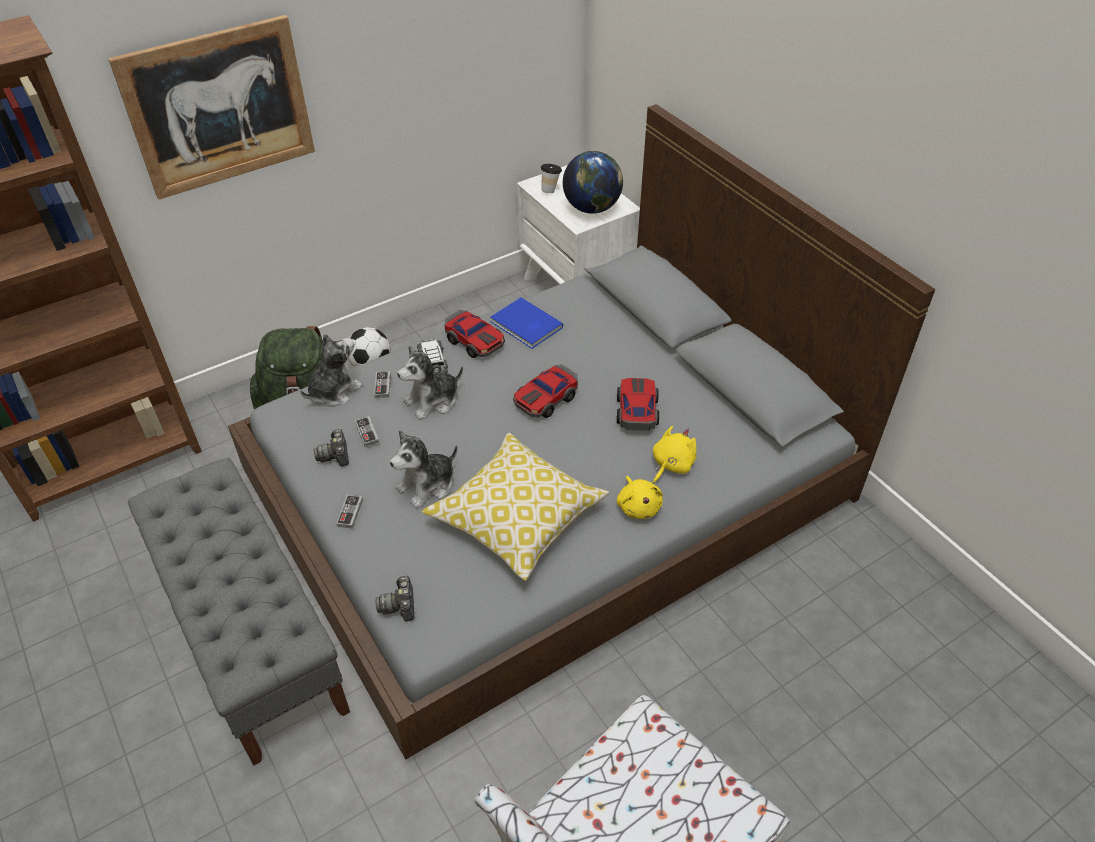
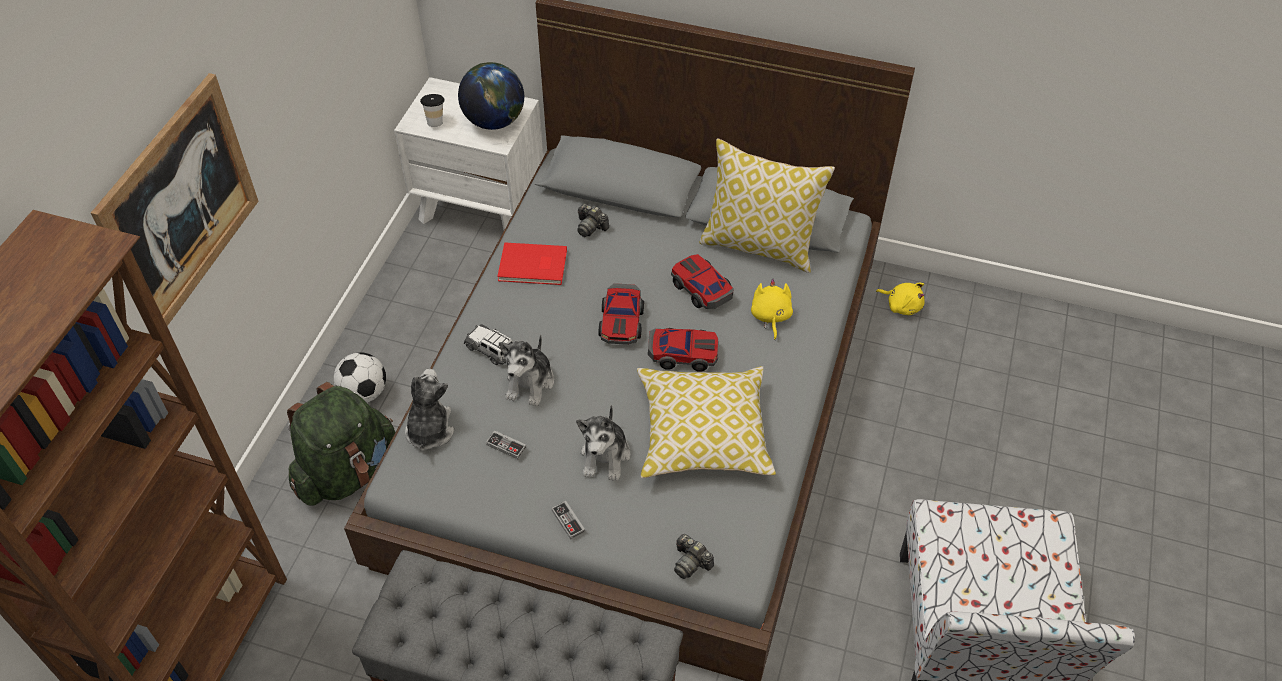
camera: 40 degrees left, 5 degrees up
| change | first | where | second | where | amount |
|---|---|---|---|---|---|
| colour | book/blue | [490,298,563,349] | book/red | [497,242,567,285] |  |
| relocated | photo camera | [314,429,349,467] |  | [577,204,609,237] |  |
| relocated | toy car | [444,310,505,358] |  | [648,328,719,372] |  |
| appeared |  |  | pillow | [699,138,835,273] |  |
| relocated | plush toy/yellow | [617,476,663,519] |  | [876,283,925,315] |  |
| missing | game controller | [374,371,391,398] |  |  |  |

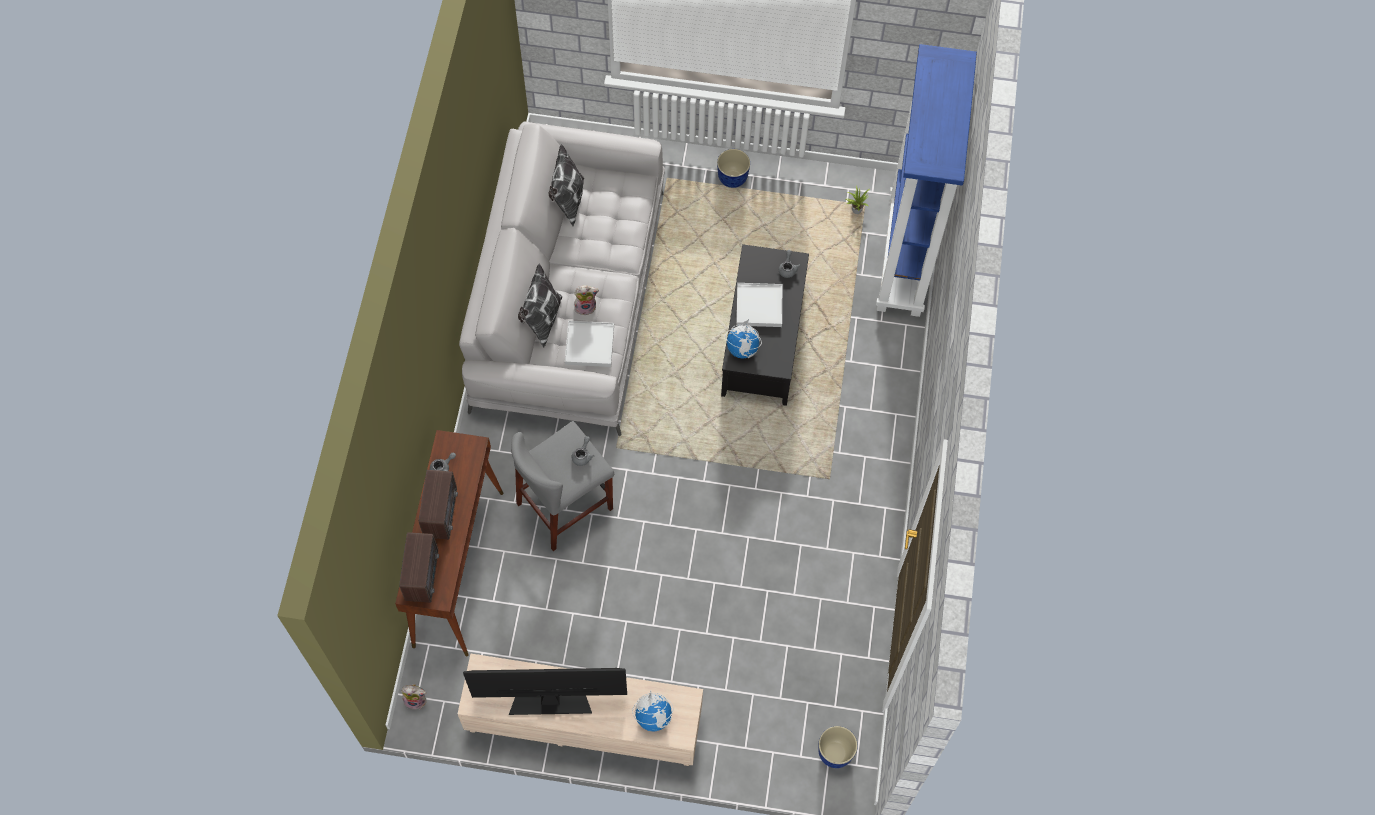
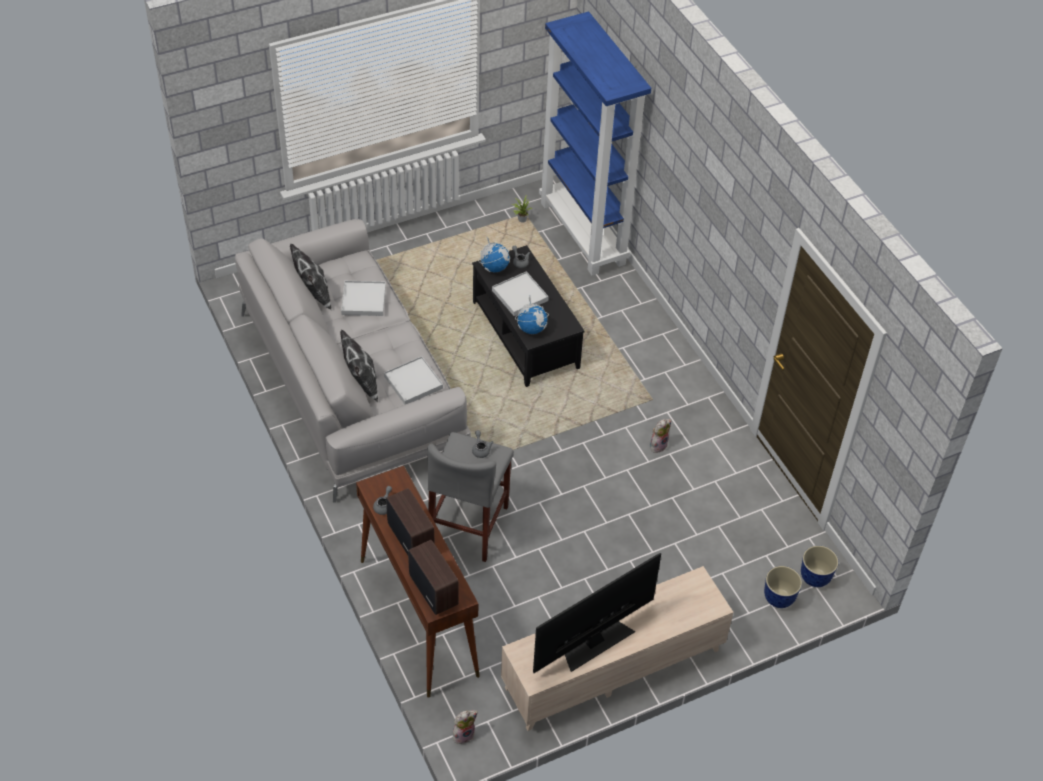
camera: 35 degrees left, 15 degrees down
| change | first | where | second | where | amount |
|---|---|---|---|---|---|
| appeared |  |  | tray/white | [341,281,386,316] |  |
| relocated | globe | [632,690,673,731] |  | [479,236,510,272] |  |
| relocated | plush toy | [574,285,599,315] |  | [650,419,671,453] |  |
| relocated | planter | [717,149,750,188] |  | [764,566,802,608] |  |

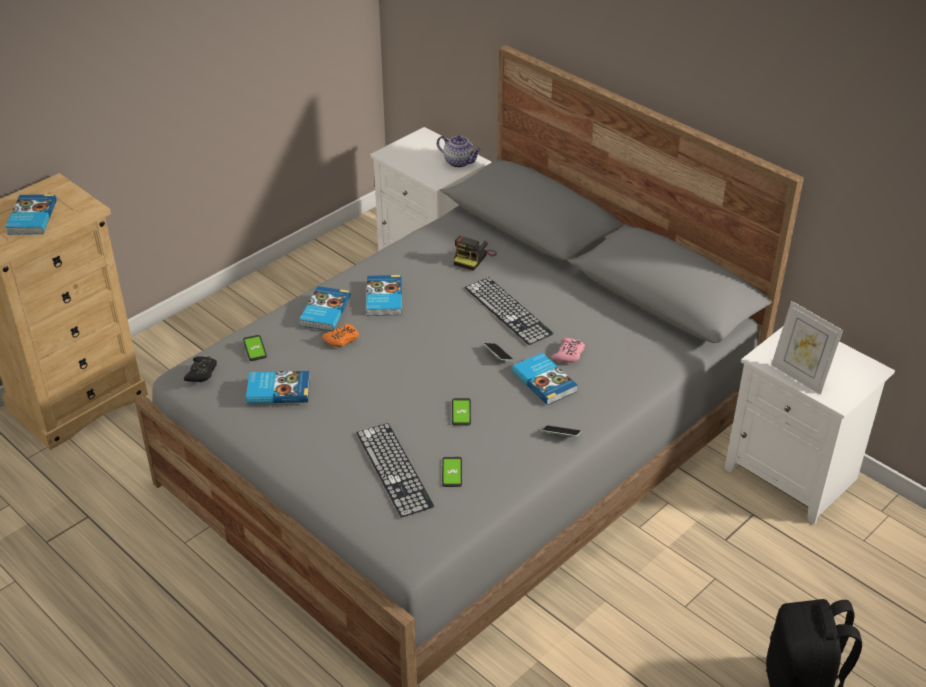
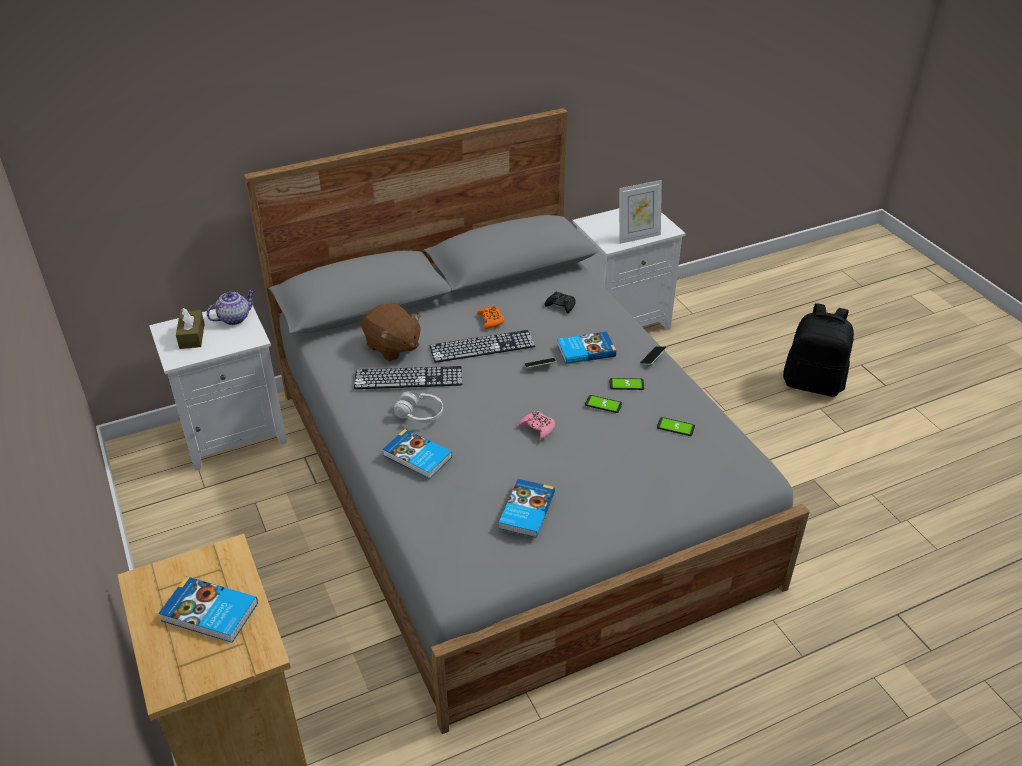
camera: 70 degrees left, 0 degrees up
| change | first | where | second | where | amount |
|---|---|---|---|---|---|
| appeared |  |  | tissue box/brown | [176,308,205,349] |  |
| relocated | keyboard | [356,423,434,518] |  | [354,366,462,389] |  |
| exchanged | photo camera | [454,236,497,271] | plush toy/brown | [362,303,421,362] |  |
| exchanged | book | [366,275,402,316] | headphones/white | [394,391,443,423] |  |
| relocated | game controller/orange | [322,323,359,347] |  | [477,306,505,329] |  |
| relocated | game controller/pink | [552,338,585,363] |  | [519,411,555,440] |  |
| relocated | game controller/black | [184,356,217,382] |  | [545,292,576,313] |  |
| relocated | phone | [243,335,267,361] |  | [609,378,644,390] |  |

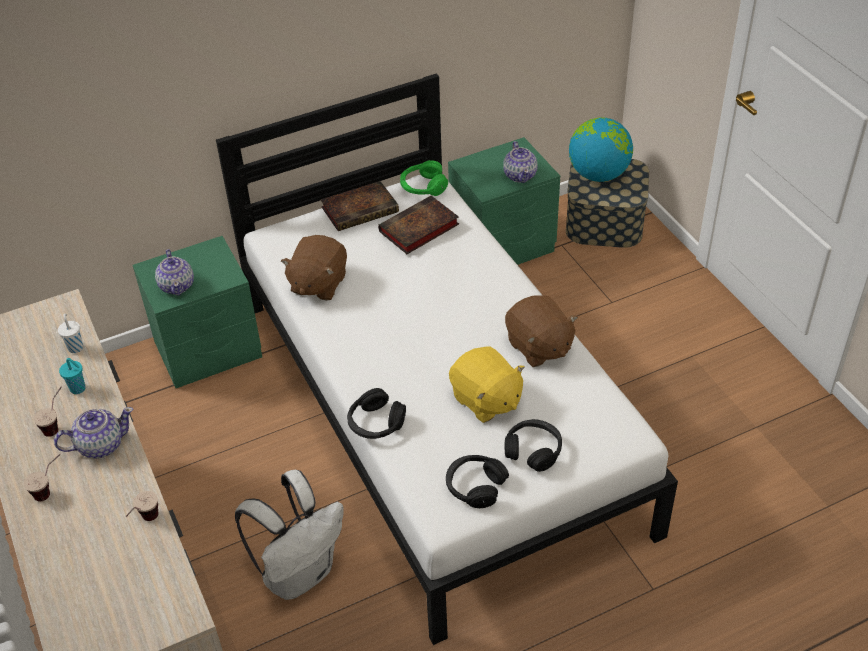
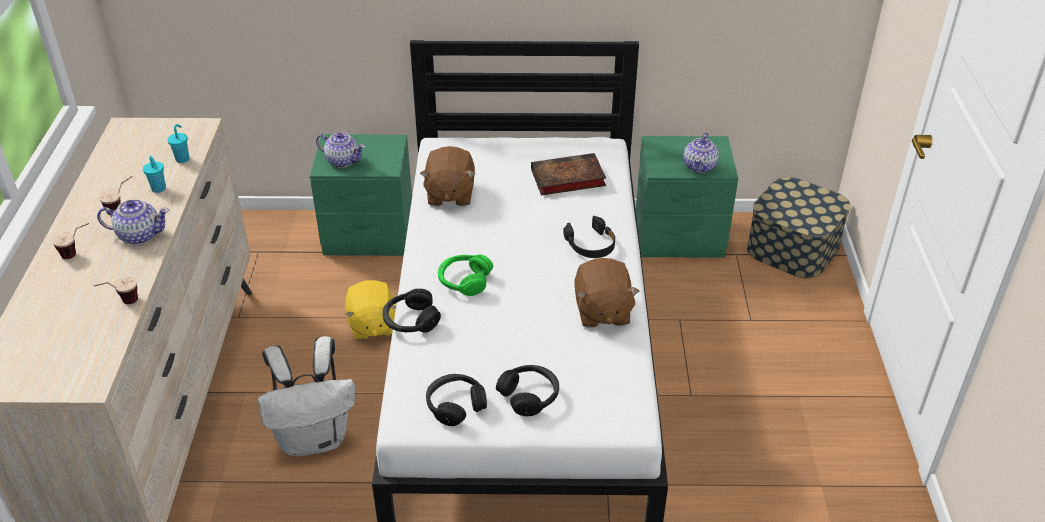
camera: 25 degrees right, 5 degrees down
| change | first | where | second | where | amount |
|---|---|---|---|---|---|
| colour | cup/white | [58,314,83,353] | cup/turquoise | [167,124,189,163] |  |
| spun | teapot | [155,249,194,296] |  | [316,133,365,168] | 75 degrees counterclockwise |
| relocated | plush toy/yellow | [449,346,525,423] |  | [345,280,396,340] |  |
| spun | plush toy/brown | [281,235,347,301] |  | [420,146,475,206] | 45 degrees counterclockwise |
| relocated | headphones/green | [400,160,448,196] |  | [438,254,493,296] |  |
| appeared |  |  | headphones/black | [563,216,615,258] |  |
| missing | book | [321,181,399,231] |  |  |  |
| missing | globe | [569,117,633,182] |  |  |  |

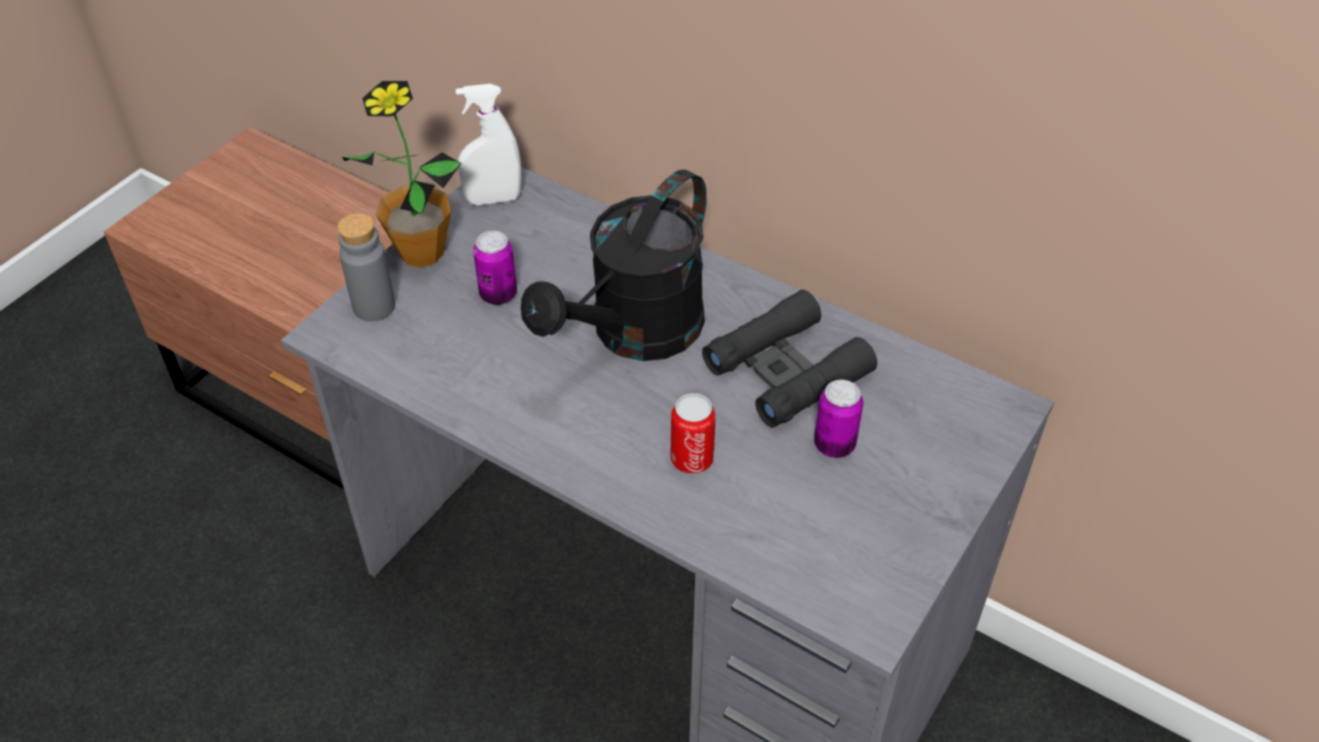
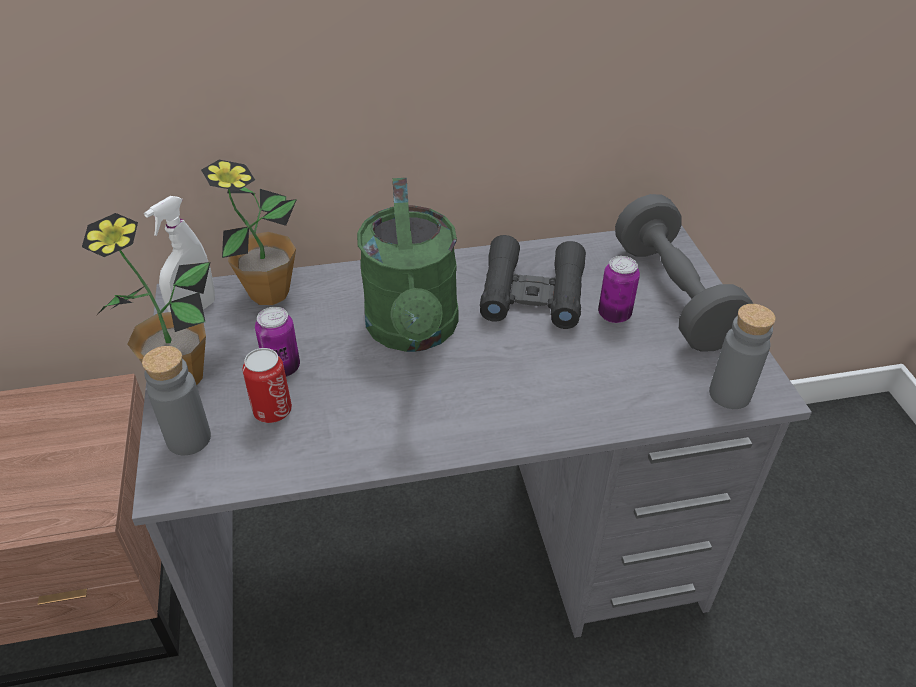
camera: 45 degrees left, 5 degrees down
| change | first | where | second | where | amount |
|---|---|---|---|---|---|
| appeared |  |  | potted plant | [201,160,297,305] |  |
| relocated | can | [670,393,716,474] |  | [242,348,292,423] |  |
| colour | watering can/black | [521,170,707,361] | watering can/green | [357,178,459,352] |  |
| appeared |  |  | dumbbell/grey | [615,194,753,352] |  |
| appeared |  |  | bottle/grey | [709,304,776,409] |  |

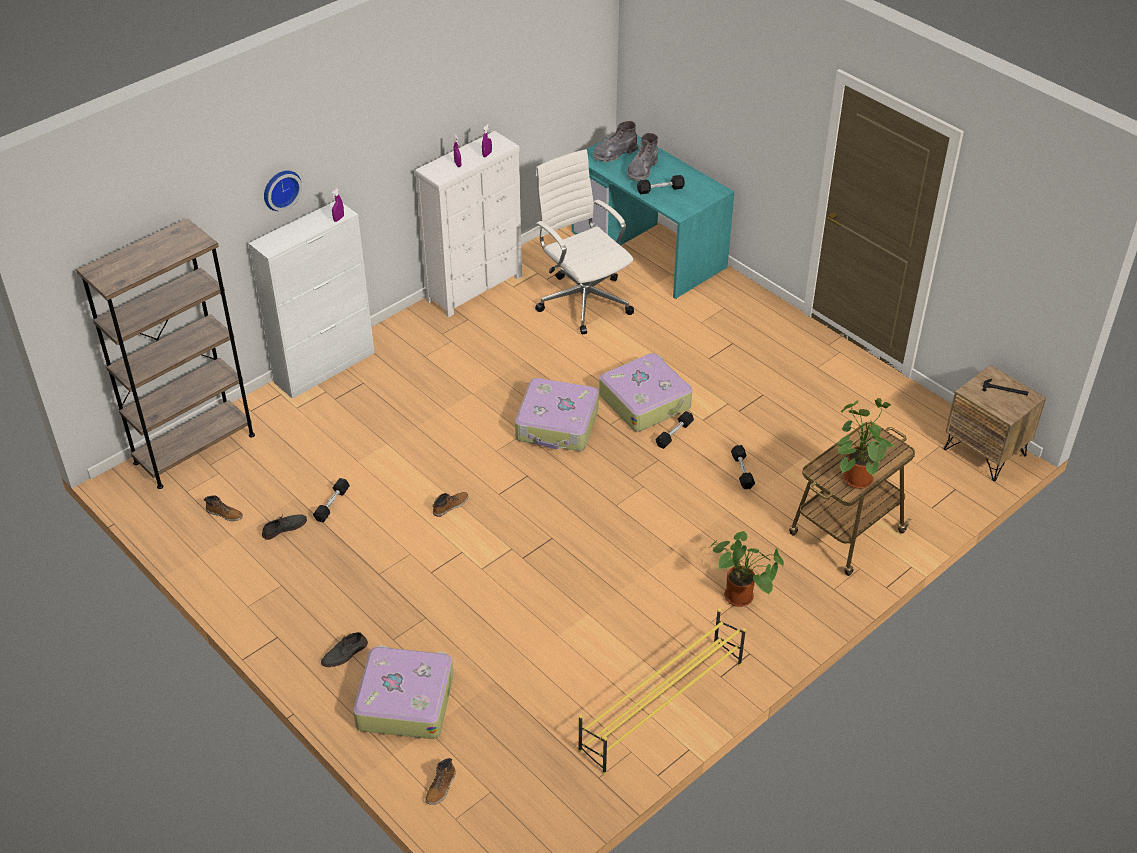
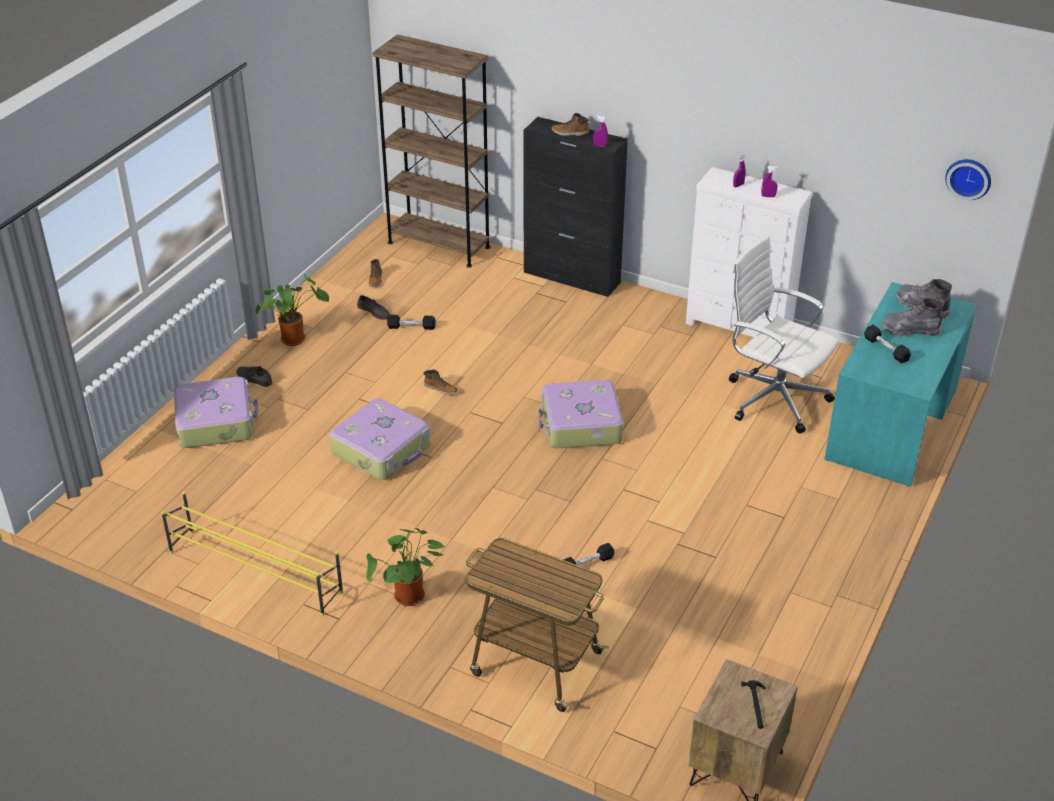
camera: 70 degrees right, 5 degrees down
| change | first | where | second | where | amount |
|---|---|---|---|---|---|
| relocated | potted plant | [837,398,895,489] |  | [255,274,329,346] |  |
| relocated | suitcase | [599,353,692,432] |  | [329,398,430,480] |  |
| colour | cabinet/white | [248,201,375,399] | cabinet/black | [523,117,628,297] |  |
| relocated | boot | [425,758,456,805] |  | [552,113,590,136] |  |
| spun | office chair/white | [535,149,634,335] |  | [729,235,839,433] | 90 degrees counterclockwise |
| relocated | wall clock | [264,170,302,211] |  | [945,159,991,200] |  |
| missing | dumbbell/black | [655,411,694,449] |  |  |  |

